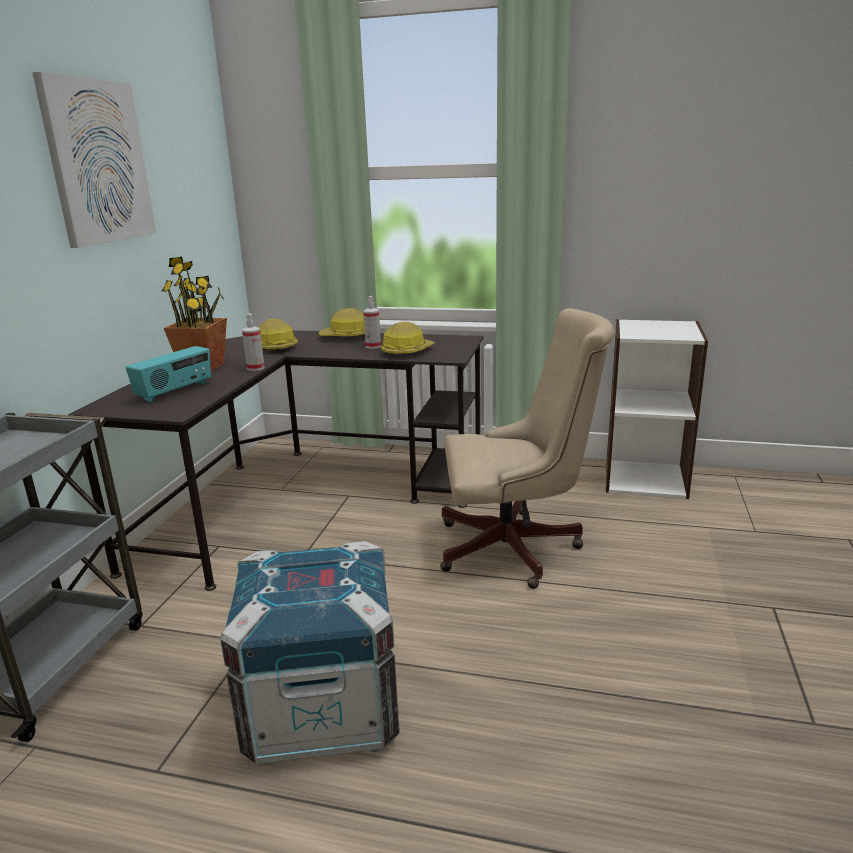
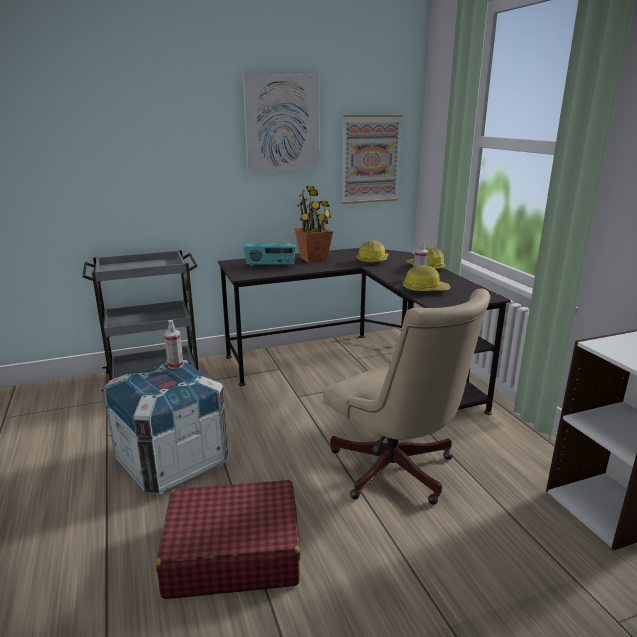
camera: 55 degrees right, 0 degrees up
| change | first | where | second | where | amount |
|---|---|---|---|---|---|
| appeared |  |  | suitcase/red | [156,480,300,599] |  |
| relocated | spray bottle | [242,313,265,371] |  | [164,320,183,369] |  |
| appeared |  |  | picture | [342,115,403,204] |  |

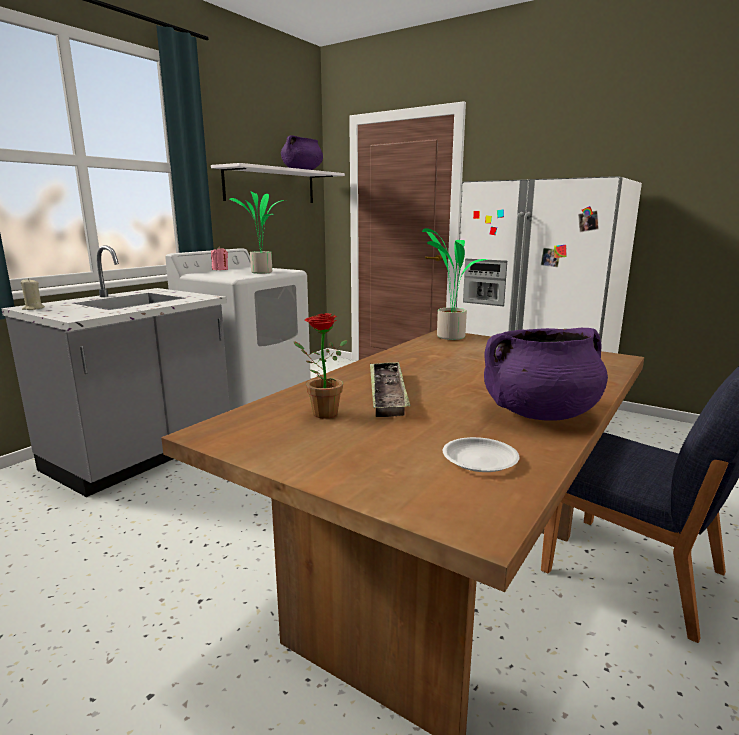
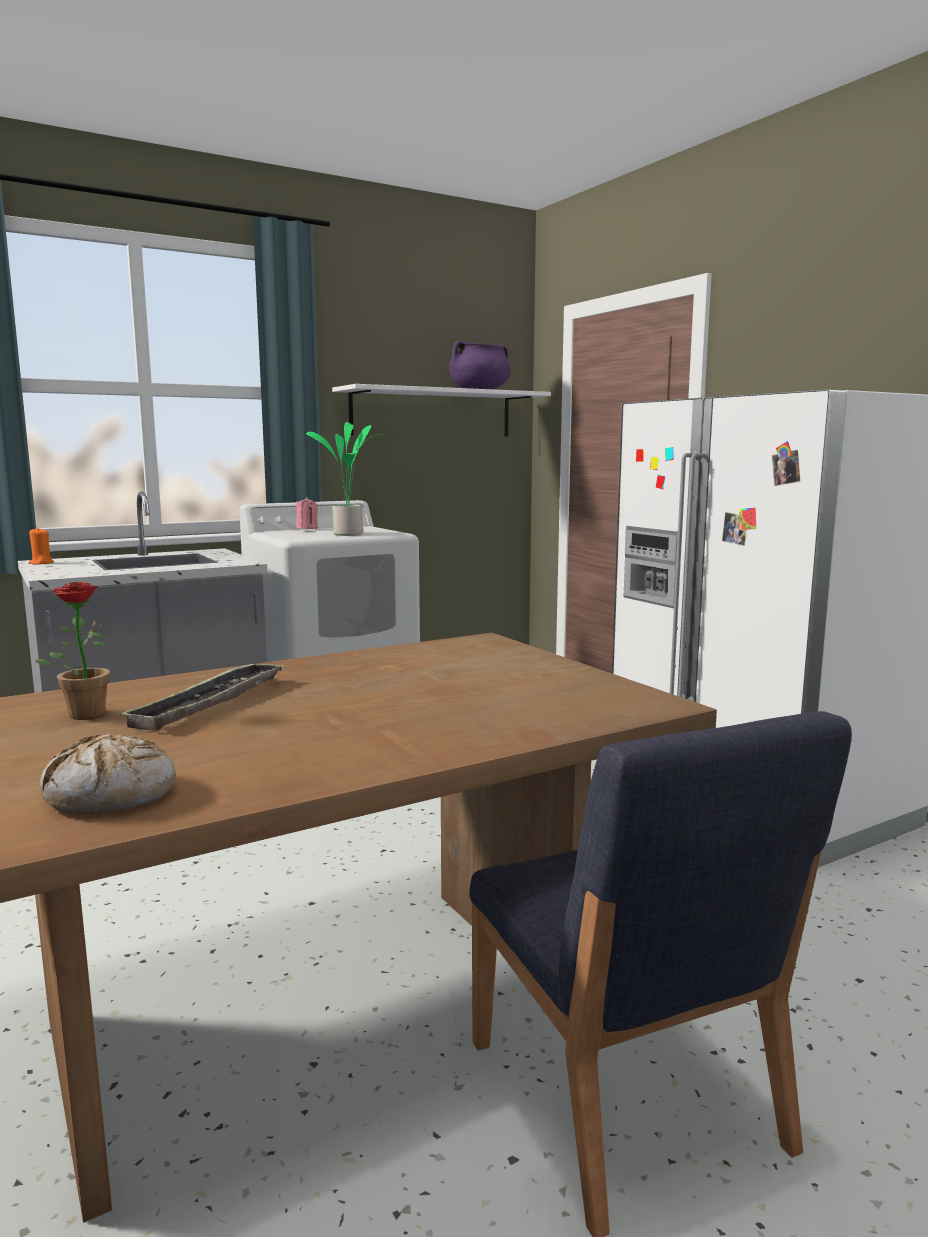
camera: 25 degrees right, 5 degrees down
| change | first | where | second | where | amount |
|---|---|---|---|---|---|
| colour | candle/beige | [21,278,45,310] | candle/orange | [29,527,54,565] |  |
| exchanged | plate/white | [443,437,520,472] | bread | [39,733,176,814] |  |
| missing | potted plant | [422,228,487,340] |  |  |  |
| missing | cooking pot/purple | [484,328,608,421] |  |  |  |

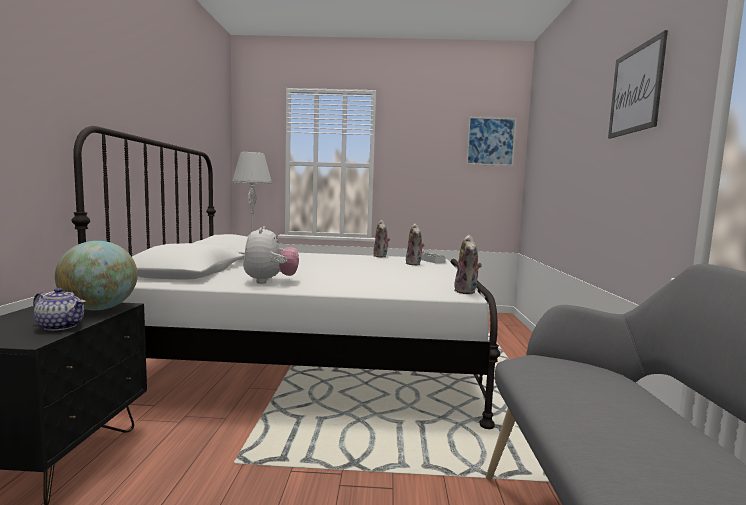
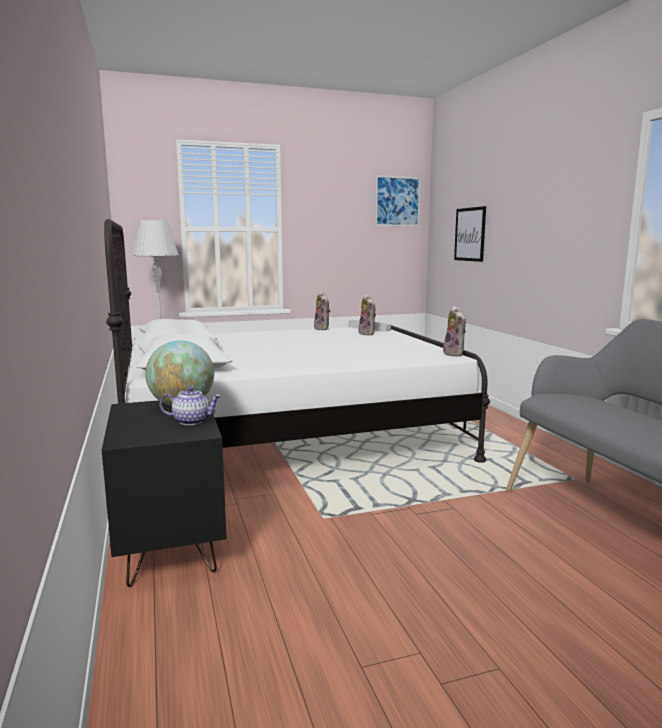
camera: 20 degrees left, 5 degrees up
| change | first | where | second | where | amount |
|---|---|---|---|---|---|
| relocated | picture | [608,30,668,139] |  | [454,206,486,262] |  |
| missing | plush toy | [243,226,299,284] |  |  |  |

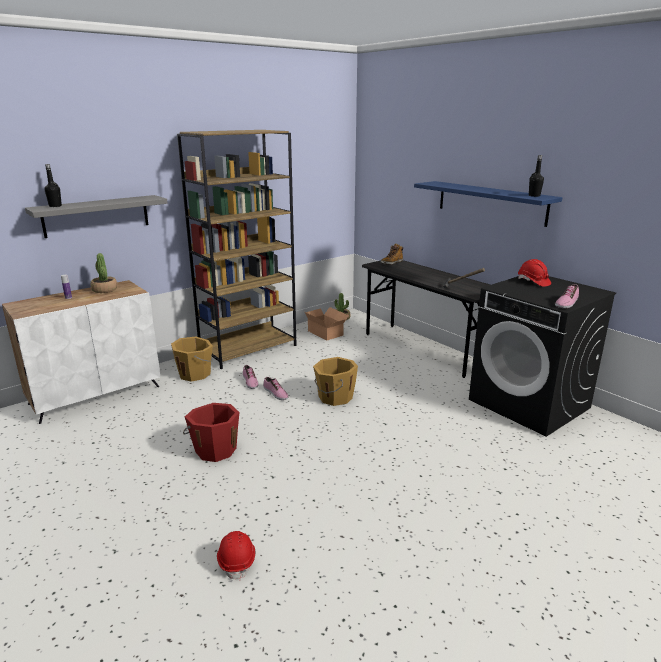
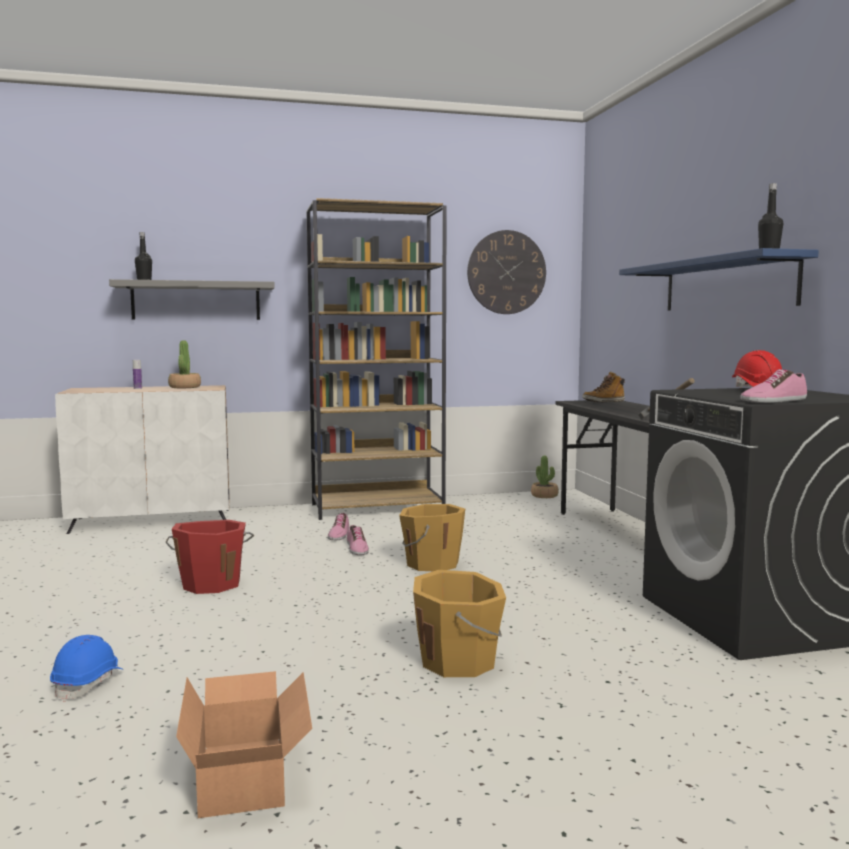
camera: 25 degrees right, 15 degrees down
| change | first | where | second | where | amount |
|---|---|---|---|---|---|
| colour | hard hat/red | [217,531,255,581] | hard hat/blue | [50,635,122,702] |  |
| relocated | cardboard box | [305,307,349,340] |  | [176,671,312,818] |  |
| relocated | bucket/orange | [171,337,213,382] |  | [413,570,506,677] |  |
| appeared |  |  | wall clock | [467,230,546,314] |  |

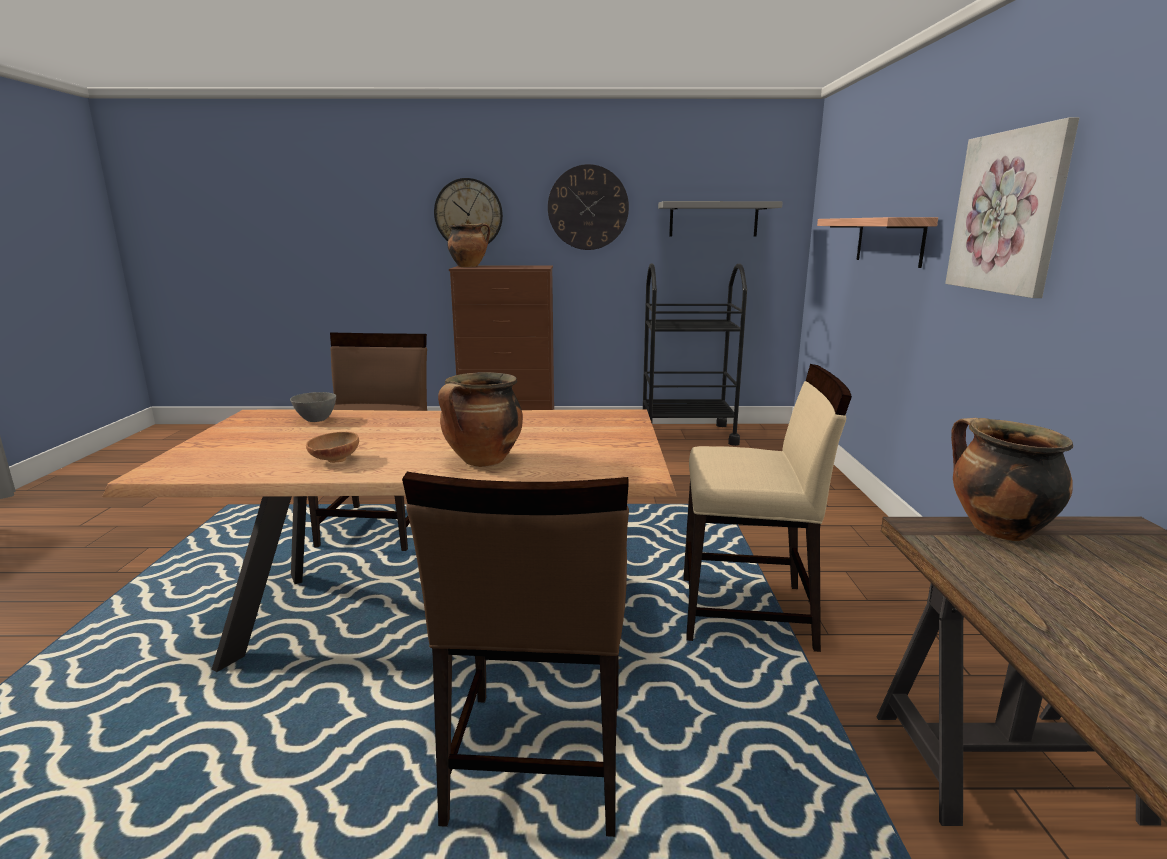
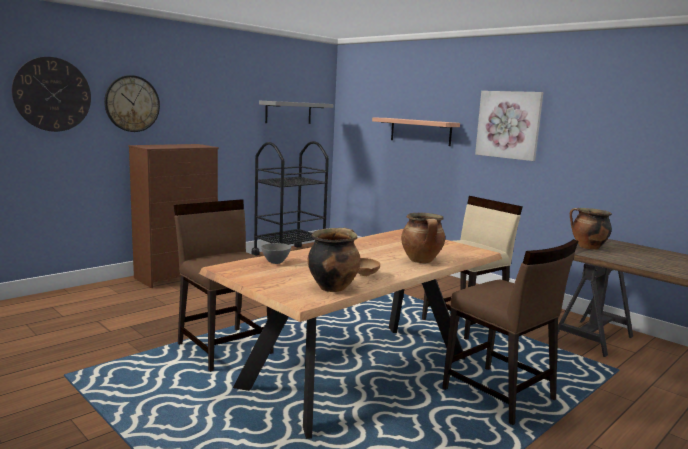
camera: 45 degrees left, 5 degrees down
| change | first | where | second | where | amount |
|---|---|---|---|---|---|
| relocated | wall clock | [548,164,629,250] |  | [12,57,91,132] |  |
| relocated | cooking pot | [447,223,490,267] |  | [308,228,361,292] |  |

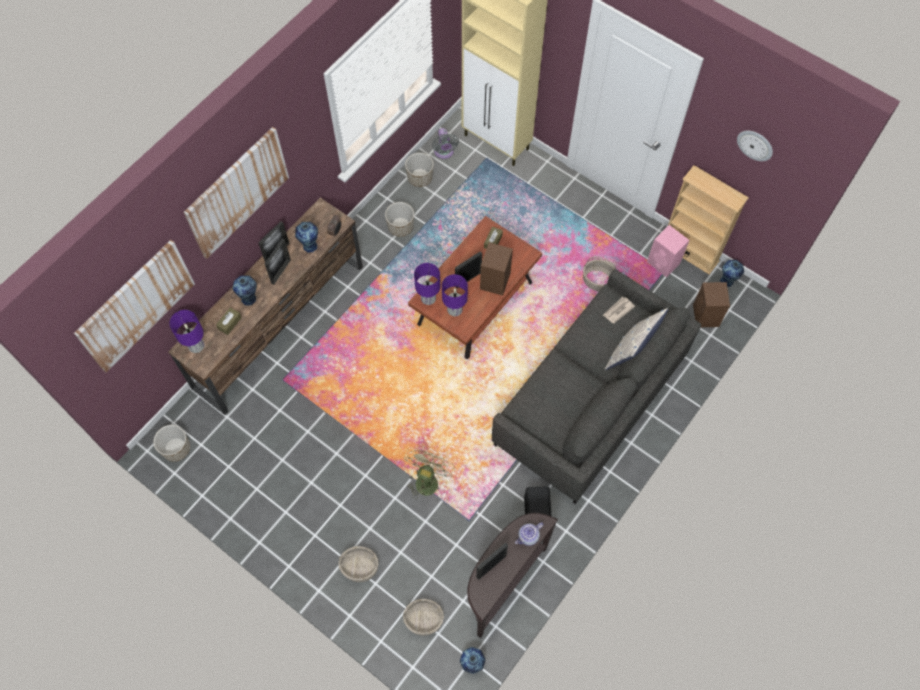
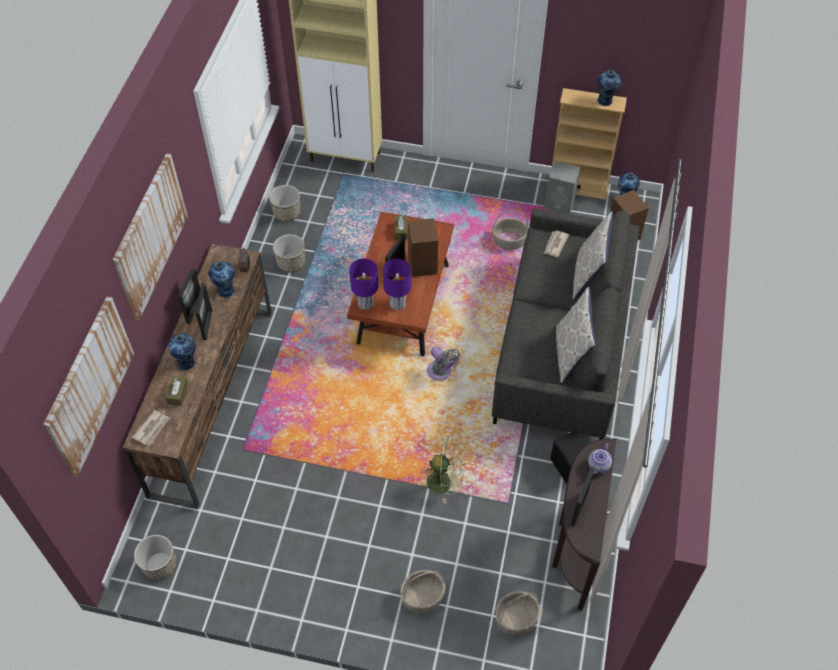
camera: 25 degrees left, 10 degrees down
| change | first | where | second | where | amount |
|---|---|---|---|---|---|
| exchanged | table lamp/purple | [169,310,205,353] | newspaper | [132,410,170,445] |  |
| spun | fan/green | [404,448,455,496] |  | [420,436,465,504] | 105 degrees clockwise |
| relocated | fan/grey | [432,128,459,159] |  | [427,346,460,381] |  |
| colour | speaker/pink | [647,225,689,277] | speaker/grey | [544,161,581,214] |  |
| appeared |  |  | pillow | [556,287,596,383] |  |
| relocated | vase | [460,647,486,674] |  | [598,70,621,106] |  |
| missing | wall clock | [737,131,773,161] |  |  |  |

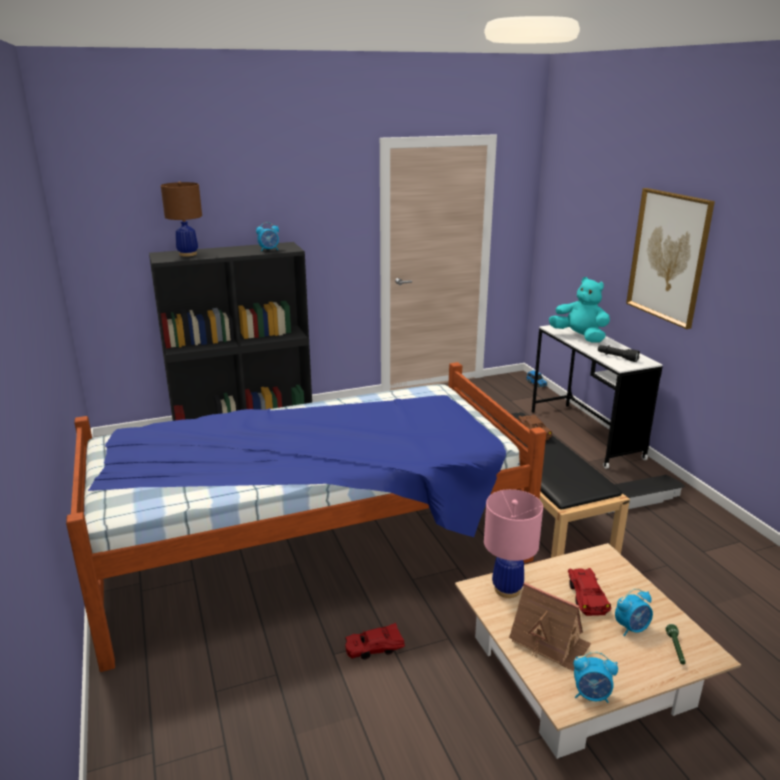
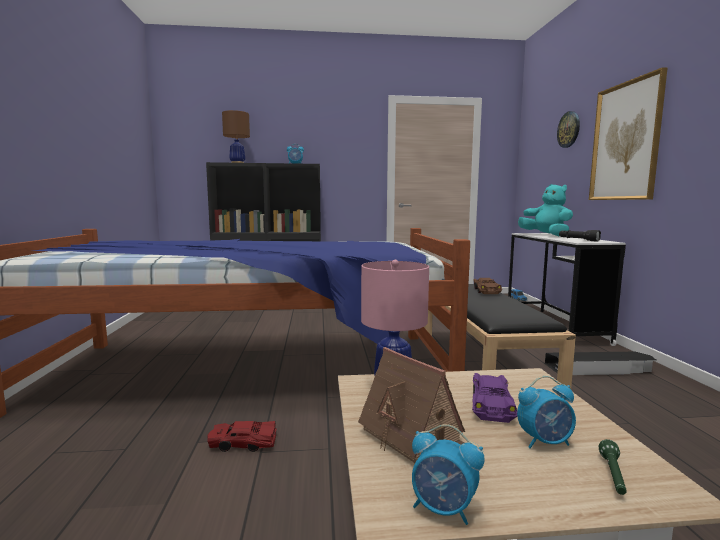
camera: 15 degrees right, 15 degrees down
| change | first | where | second | where | amount |
|---|---|---|---|---|---|
| colour | toy car/red | [568,568,612,616] | toy car/purple | [472,373,517,423] |  |
| appeared |  |  | wall clock | [557,111,580,148] |  |

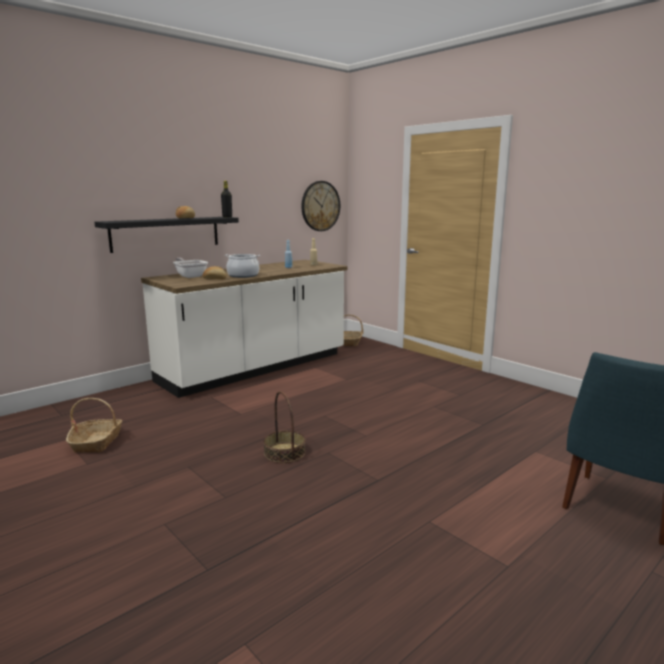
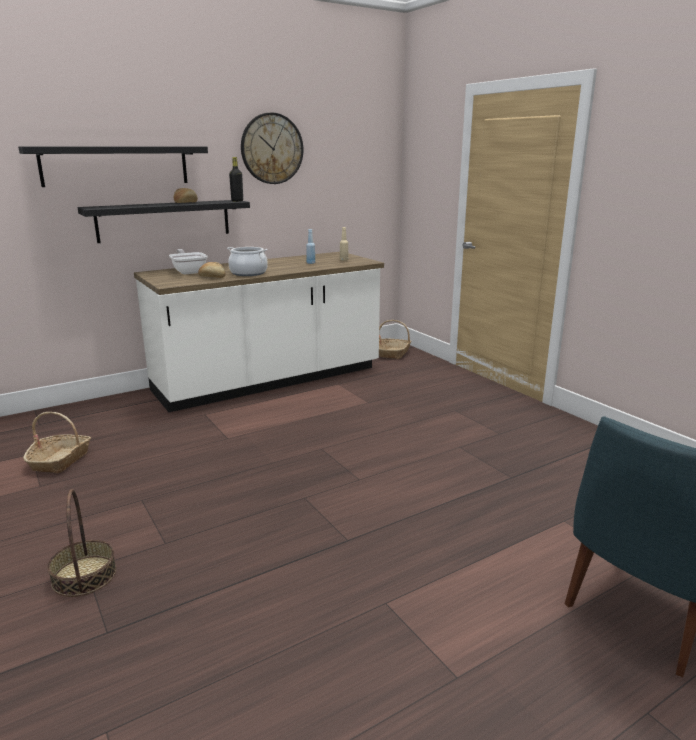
camera: 10 degrees right, 5 degrees up
| change | first | where | second | where | amount |
|---|---|---|---|---|---|
| appeared |  |  | shelf/black | [18,146,208,187] |  |
| relocated | basket | [263,391,306,463] |  | [47,489,117,597] |  |
| relocated | wall clock | [301,181,340,231] |  | [241,113,303,184] |  |

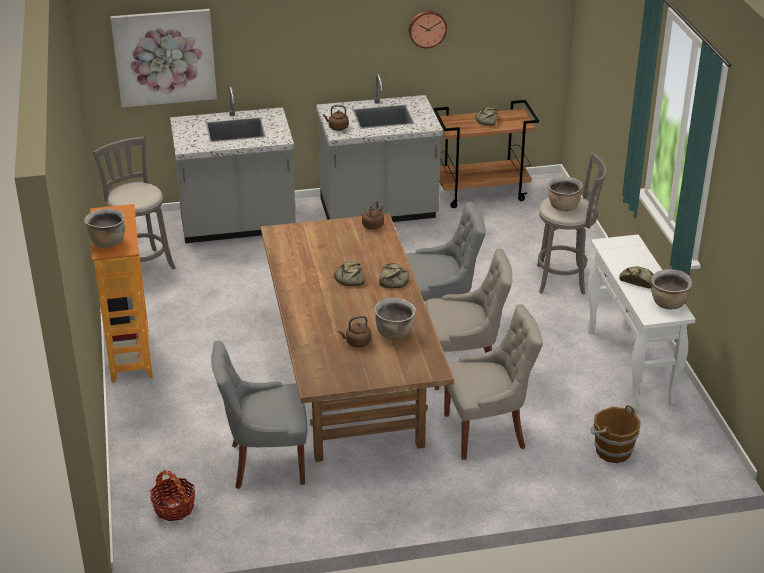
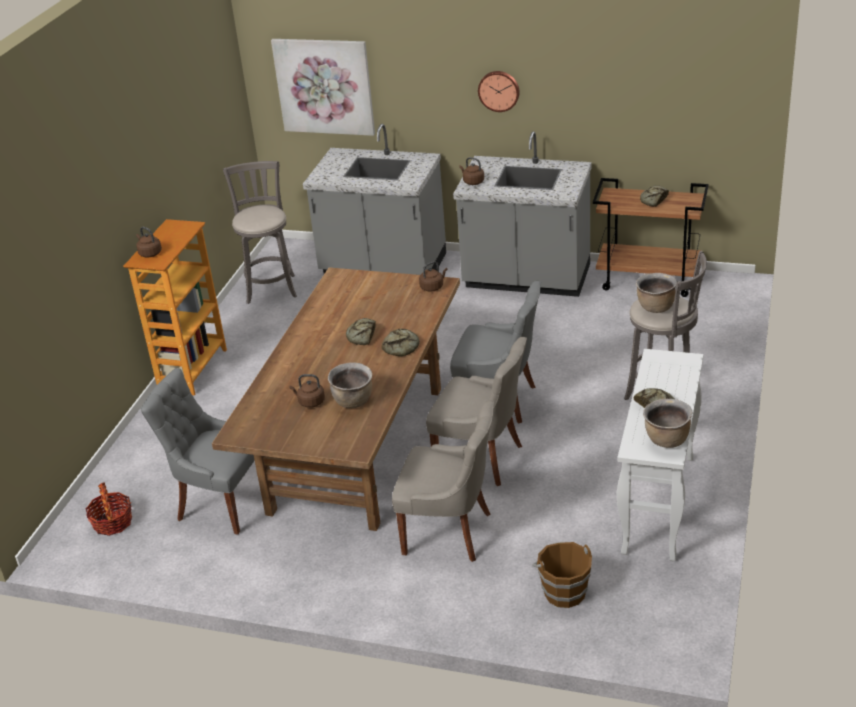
camera: 30 degrees right, 0 degrees up
| change | first | where | second | where | amount |
|---|---|---|---|---|---|
| exchanged | cooking pot/brown | [84,209,125,248] | kettle/brown | [136,227,162,258] |  |
| relocated | wall clock | [409,11,447,49] |  | [478,71,520,112] |  |

